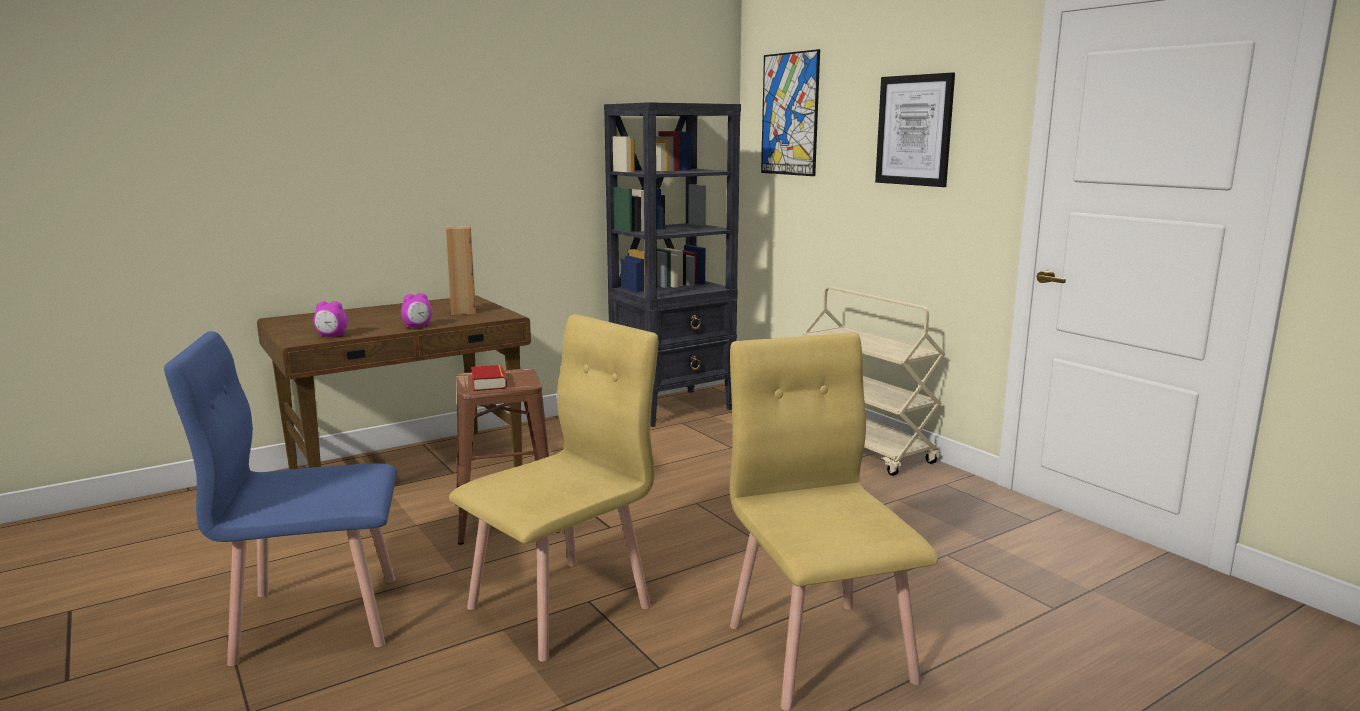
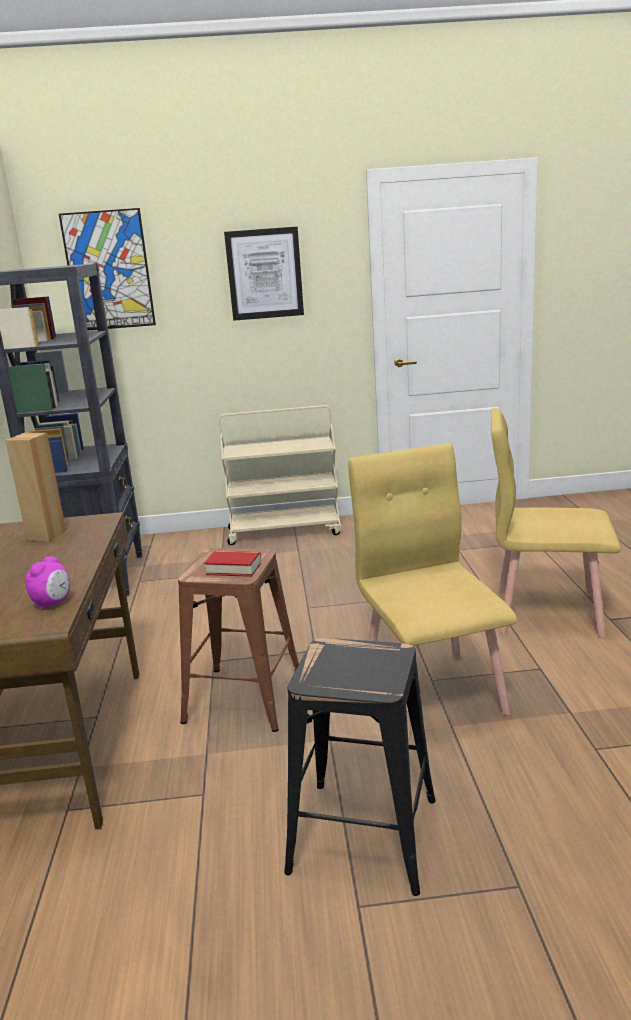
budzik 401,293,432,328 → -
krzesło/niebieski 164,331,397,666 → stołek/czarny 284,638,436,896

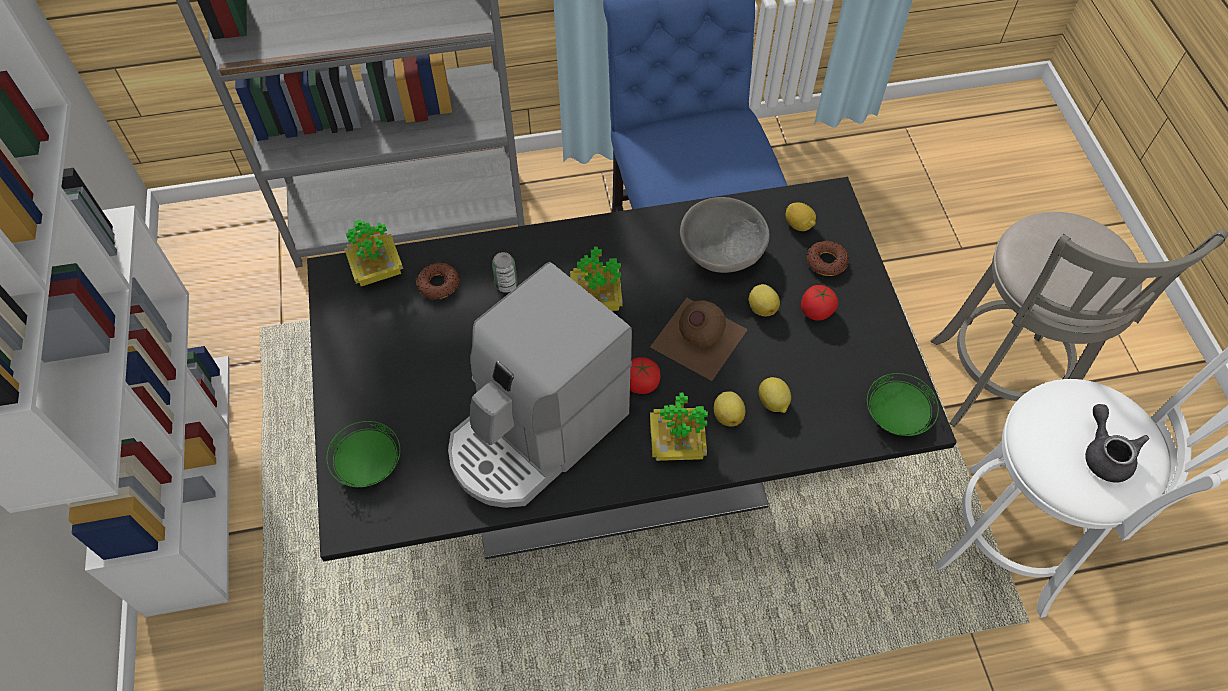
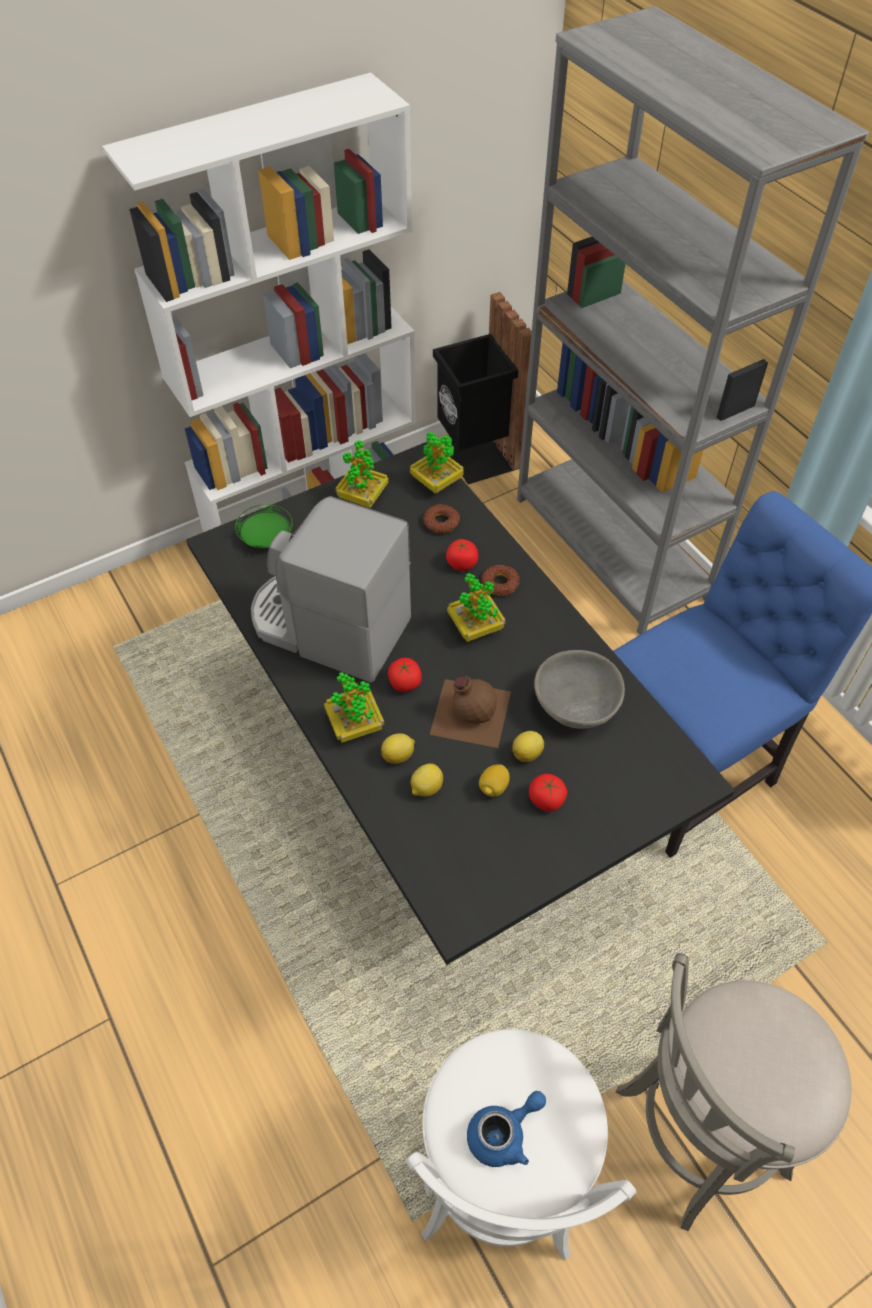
cytryna 786,202,816,231 → cytryna 479,764,510,797, relocated
donut 807,241,849,276 → donut 481,565,520,596, relocated
puszka 492,252,518,293 → pomidor 446,539,478,571
talerz/zielony 867,373,939,437 → -
imbryk/szary 1085,404,1149,483 → imbryk/niebieski 467,1091,546,1167
- → kosz na śmieci/czarny 433,292,532,484
- → roślina doniczkowa 335,440,389,508

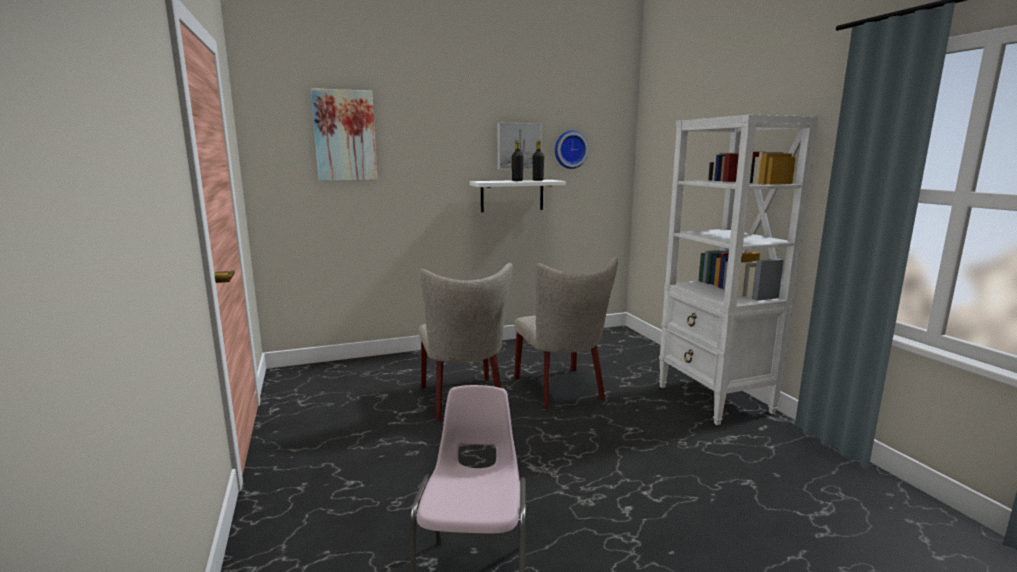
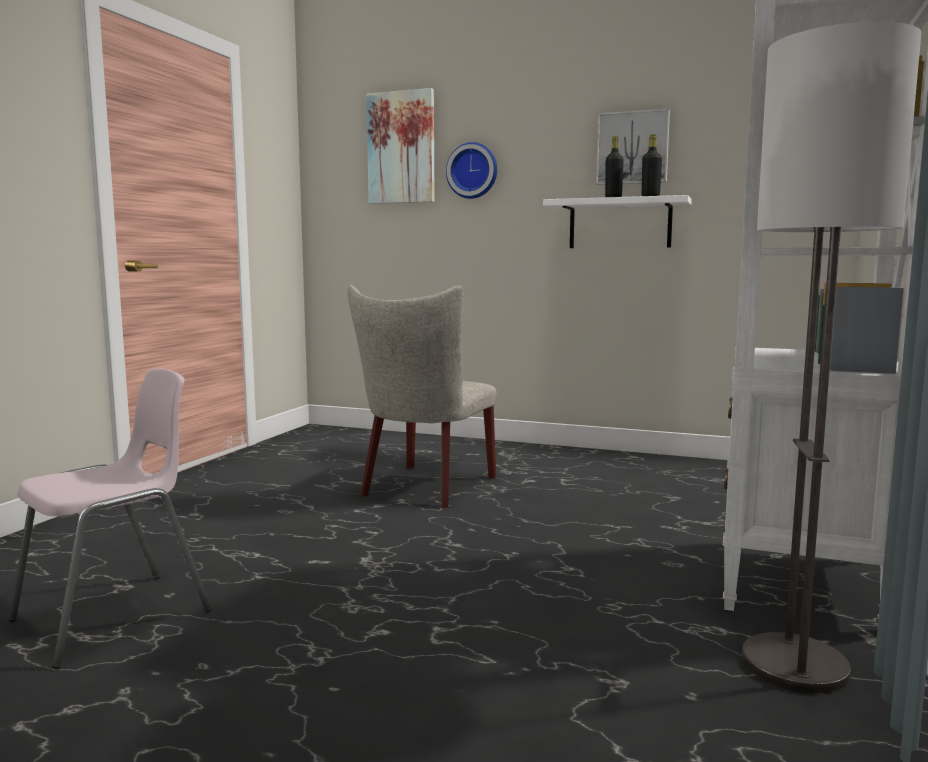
zegar ścienny 555,130,589,169 → zegar ścienny 446,142,497,199, relocated
krzesło/beżowy 514,257,618,409 → -
- → lampa stojąca 742,21,921,693

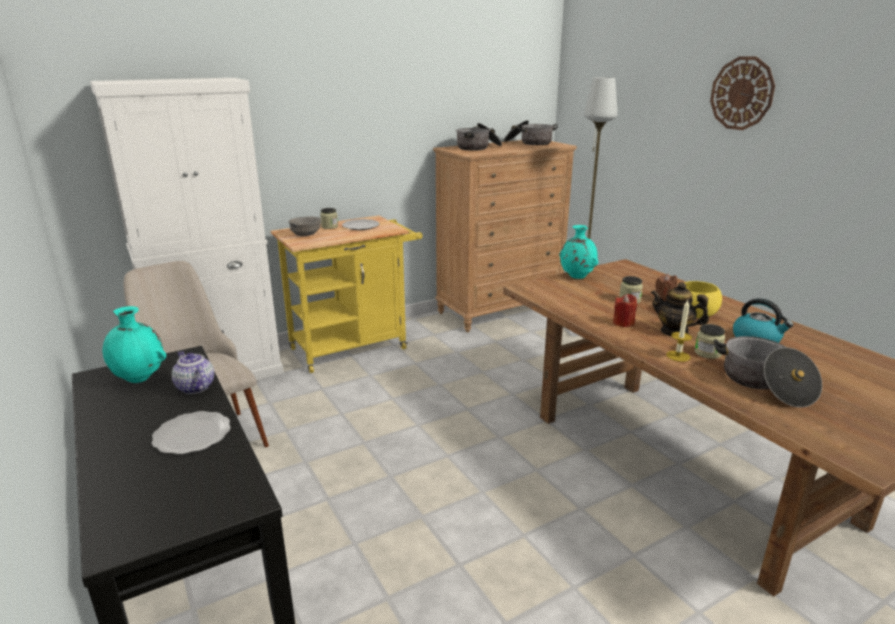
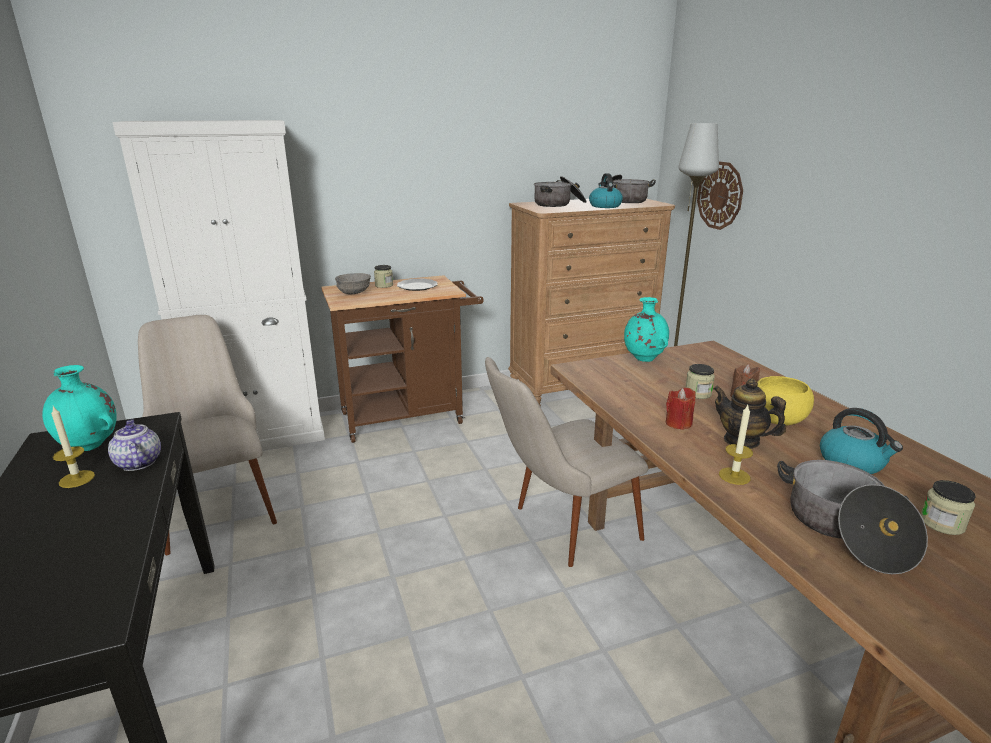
zegar ścienny 710,56,775,130 → zegar ścienny 697,162,743,230, relocated
wózek/żółty 271,215,422,373 → wózek/brązowy 321,275,484,443
słoik 695,324,725,359 → słoik 921,480,976,535, relocated
talerz 152,411,231,455 → -
- → czajnik 589,173,623,208
- → krzesło/beżowy 485,357,648,567
- → świeca 51,406,95,488

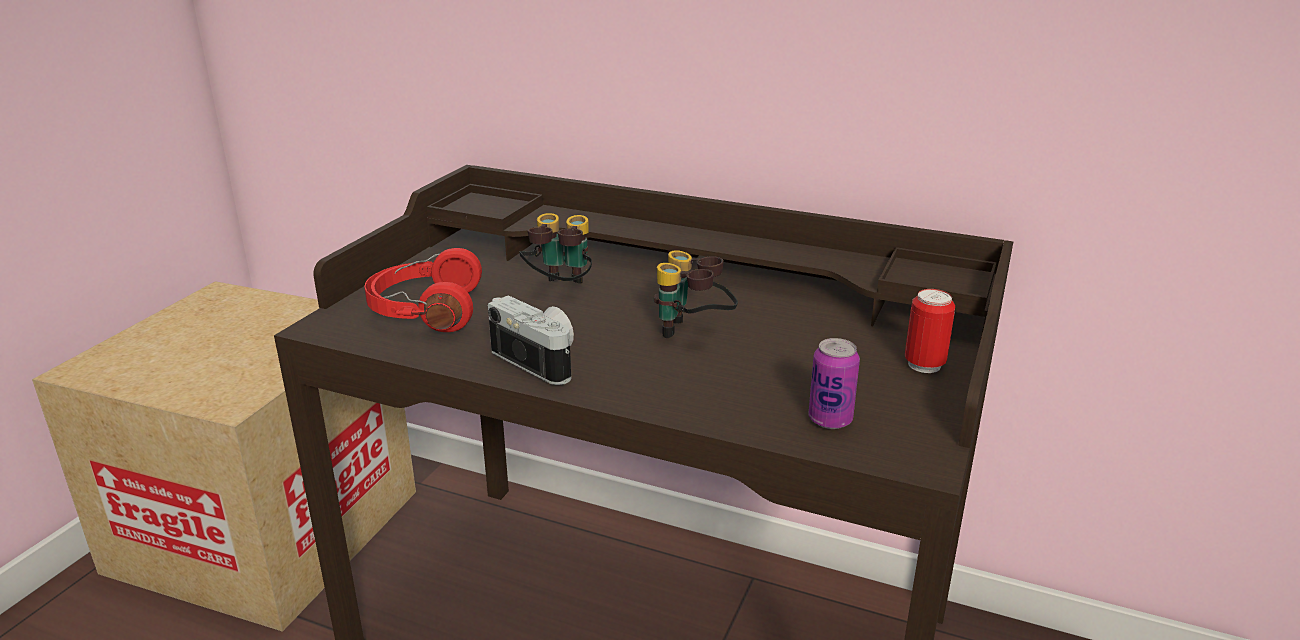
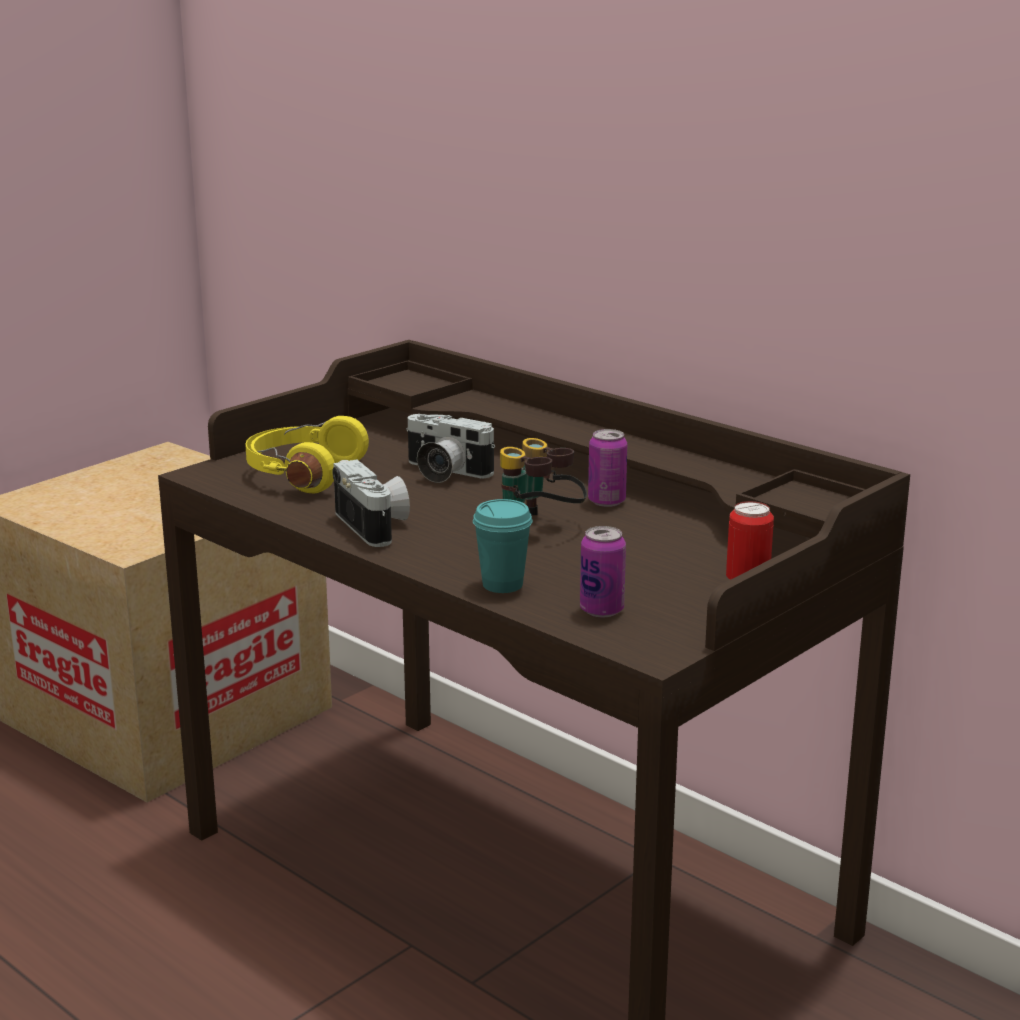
lornetka 519,213,592,284 → aparat fotograficzny 406,414,495,483
słuchawki/czerwony 364,248,482,332 → słuchawki/żółty 245,416,369,493
- → puszka 588,429,627,507
- → filiżanka/turkusowy 473,499,532,593

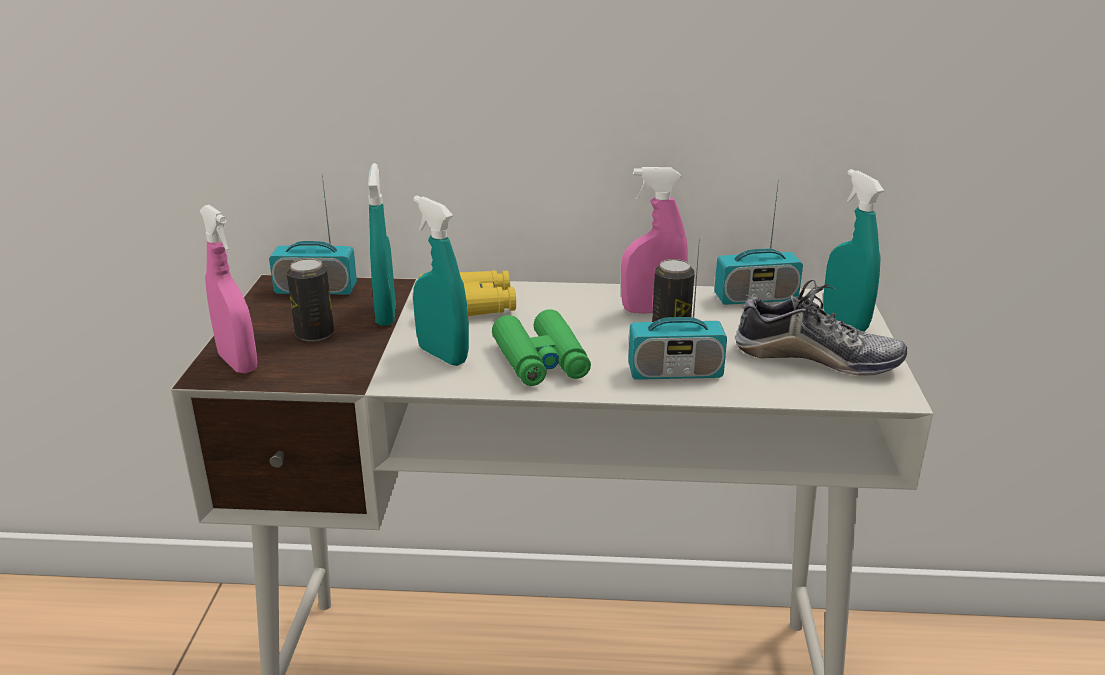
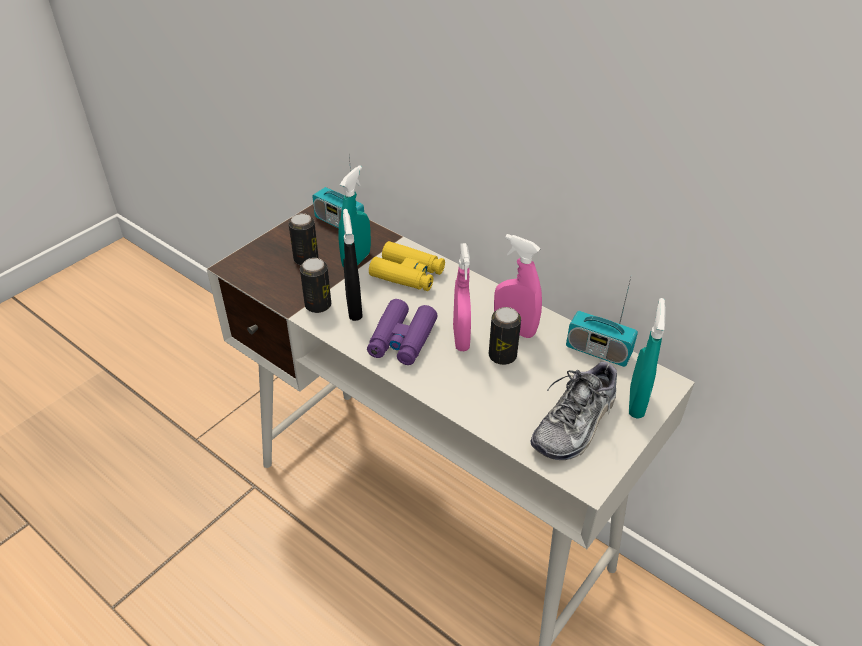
spryskiwacz/turkusowy 413,196,469,366 → spryskiwacz/czarny 343,209,363,321
spryskiwacz/różowy 200,205,257,374 → spryskiwacz/różowy 453,243,471,351, relocated
radio 628,238,727,380 → -
but 735,280,907,376 → but 531,361,617,460, 75 degrees clockwise
lornetka/zielony 492,309,591,386 → lornetka/fioletowy 367,299,438,365
- → puszka 300,258,331,313

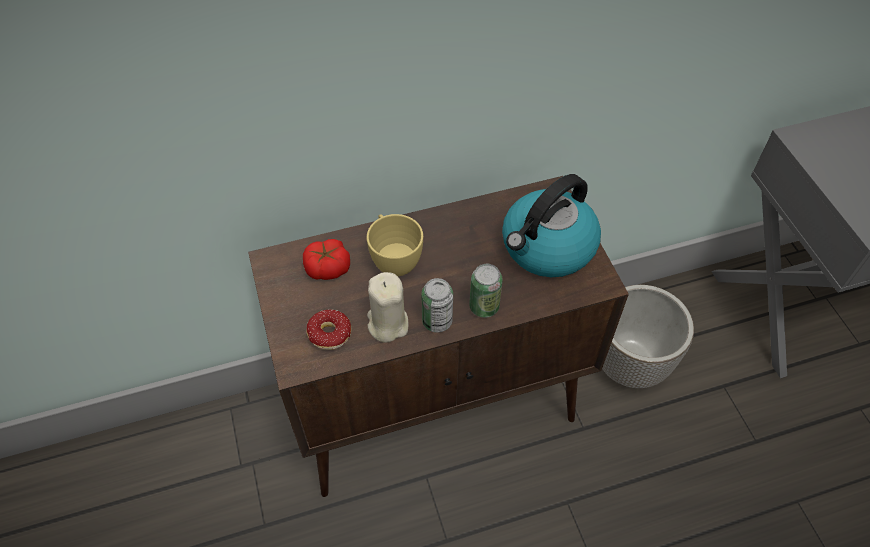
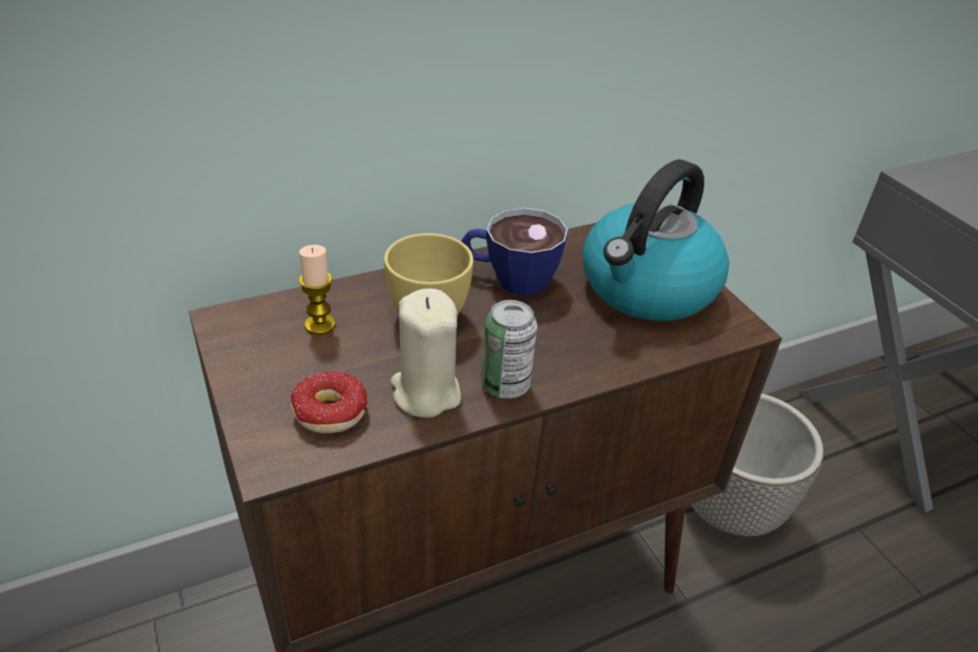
pomidor 303,239,350,280 → świeca 299,245,336,335
puszka 469,264,503,318 → -
- → filiżanka 461,208,568,296

